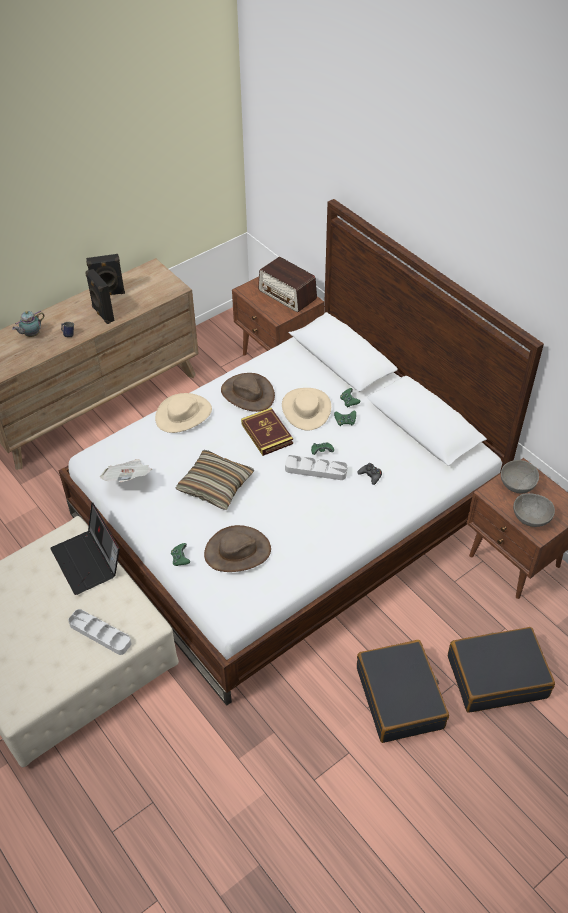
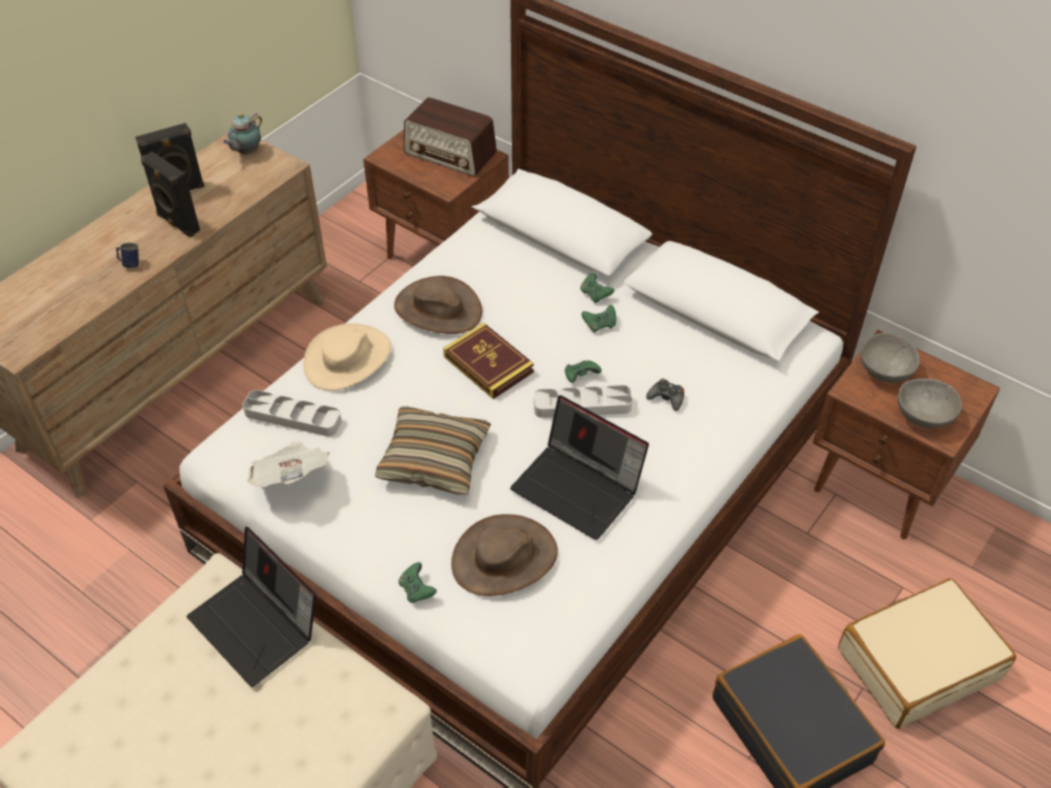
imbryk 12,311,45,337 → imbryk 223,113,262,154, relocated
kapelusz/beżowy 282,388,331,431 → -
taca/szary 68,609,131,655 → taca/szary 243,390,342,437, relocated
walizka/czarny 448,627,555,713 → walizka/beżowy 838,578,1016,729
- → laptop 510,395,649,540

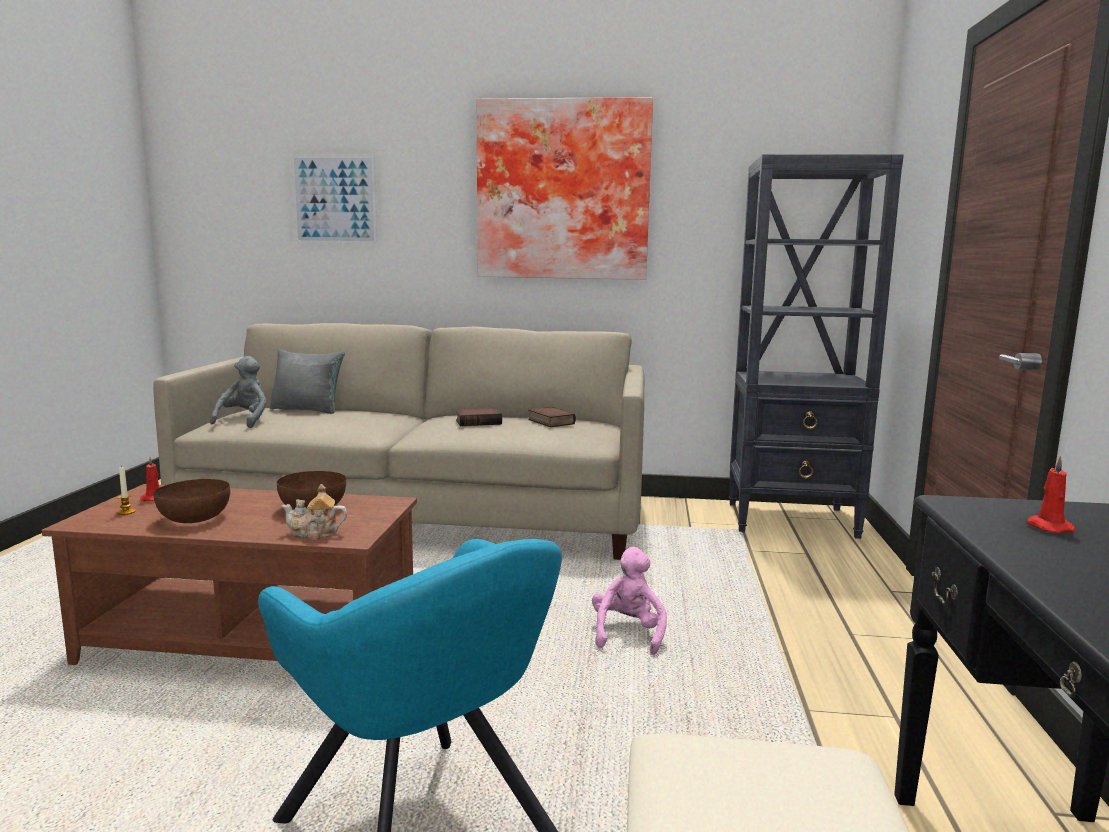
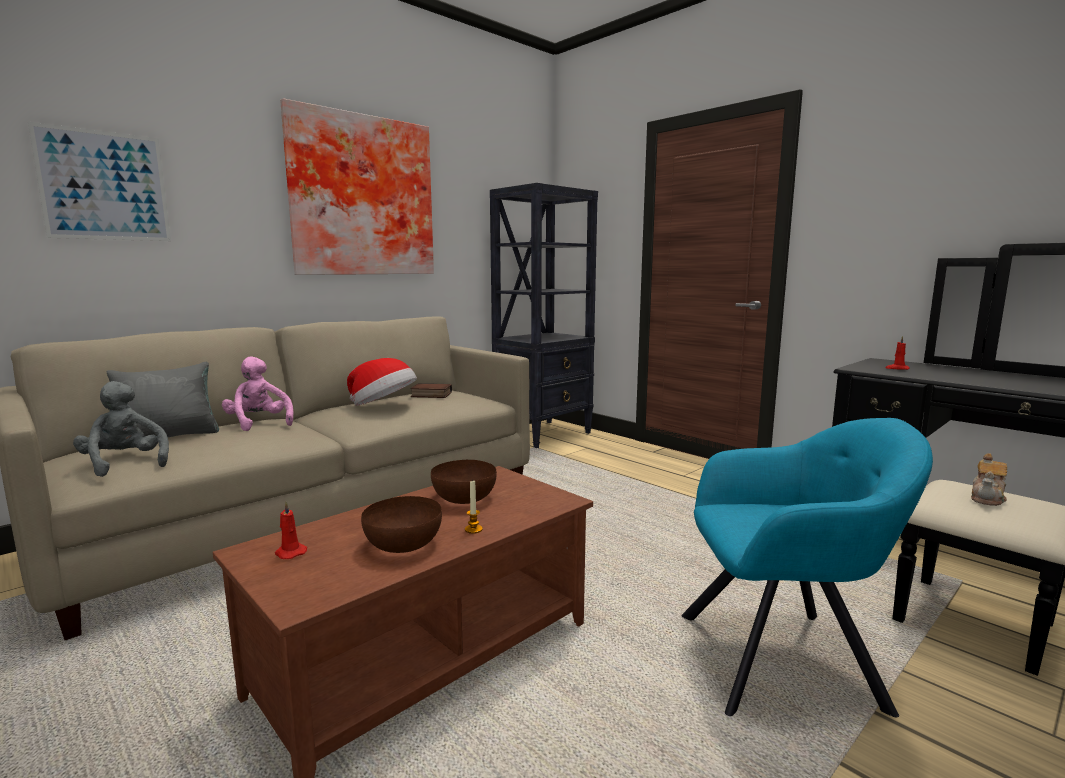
książka 456,408,502,426 → kapelusz 347,358,417,406
świeca 117,466,135,515 → świeca 465,479,483,534, relocated
imbryk 282,484,347,540 → imbryk 971,453,1007,506, relocated
pluszak/różowy 592,547,667,655 → pluszak/różowy 222,356,294,431, relocated

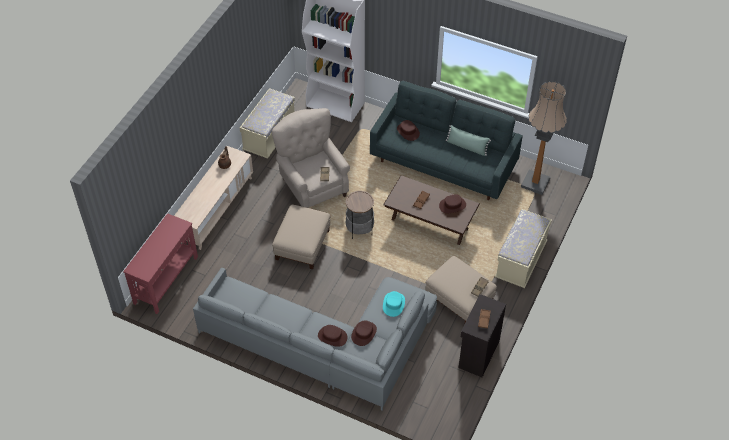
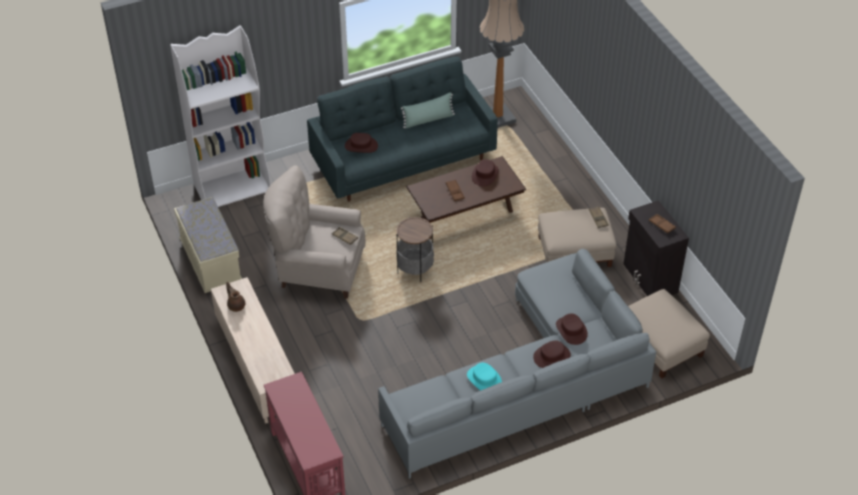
pufa/beżowy 272,205,330,269 → pufa/beżowy 628,289,710,378, relocated
ławka/beżowy 495,209,552,288 → -
kapelusz/turkusowy 383,291,405,317 → kapelusz/turkusowy 467,363,502,391, relocated

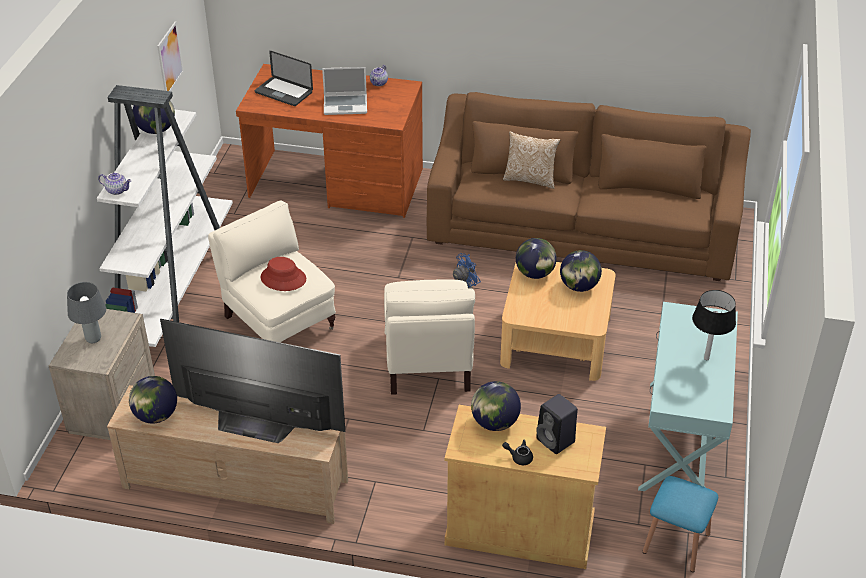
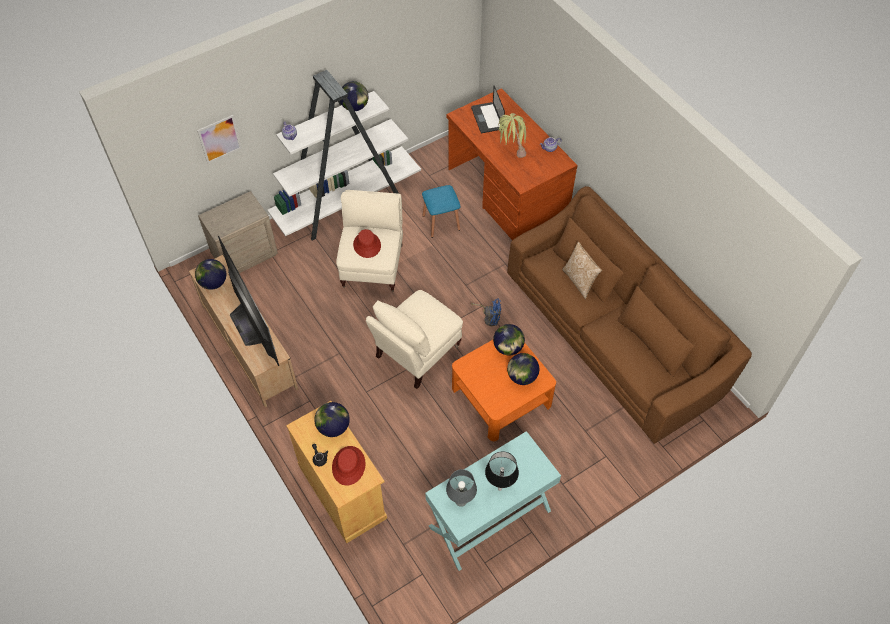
obraz 157,21,184,91 → obraz 197,115,242,163, relocated
laptop 322,67,367,115 → roślina doniczkowa 498,113,526,158
ława/beżowy 500,262,615,381 → ława/pomarańczowy 452,340,556,441
lampa stołowa/szary 67,282,106,343 → lampa stołowa/szary 446,469,477,507, relocated
głośnik/czarny 536,394,578,454 → kapelusz/czerwony 332,446,366,486
stołek/niebieski 643,476,718,572 → stołek/niebieski 422,185,461,238, relocated

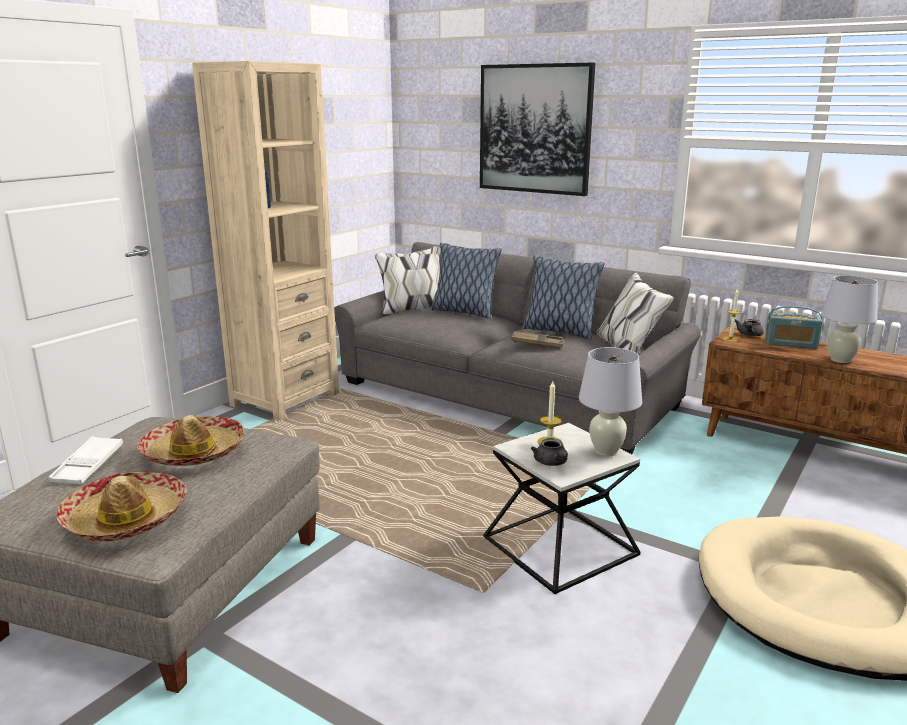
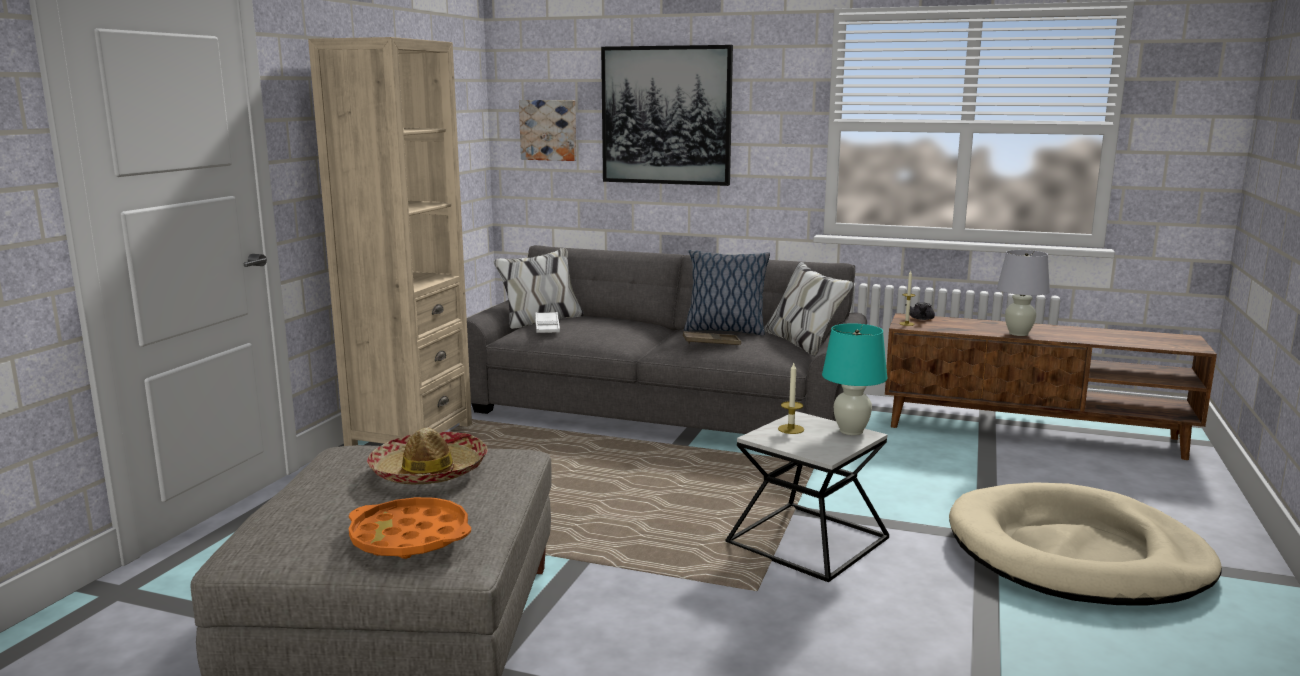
poduszka 431,243,502,319 → -
radio 765,306,822,348 → -
lampa stołowa/biały 579,347,642,456 → lampa stołowa/turkusowy 822,323,887,435
taca/biały 48,436,123,485 → taca/biały 535,312,560,333, relocated
imbryk/szary 531,438,568,466 → -
kapelusz 57,472,187,541 → taca/pomarańczowy 349,497,471,559
- → obraz 519,100,577,161

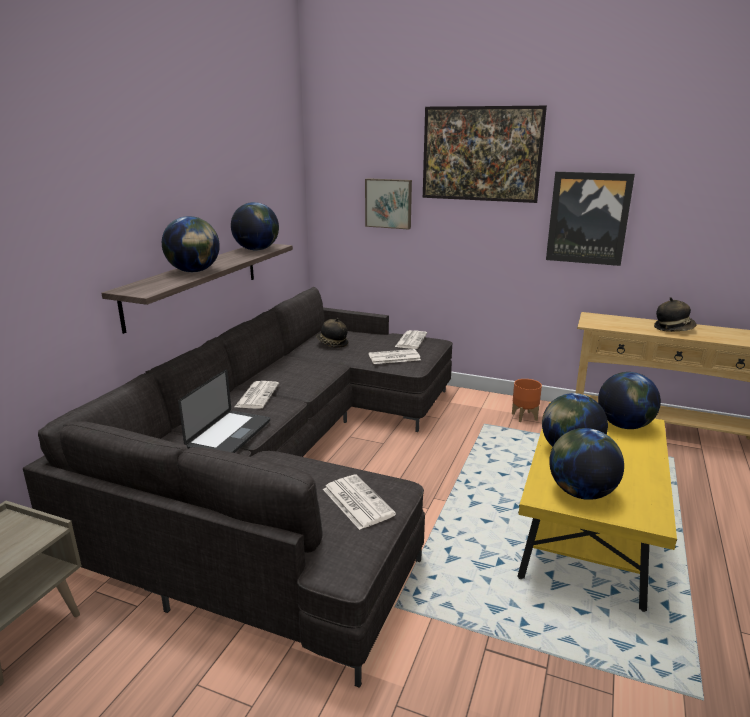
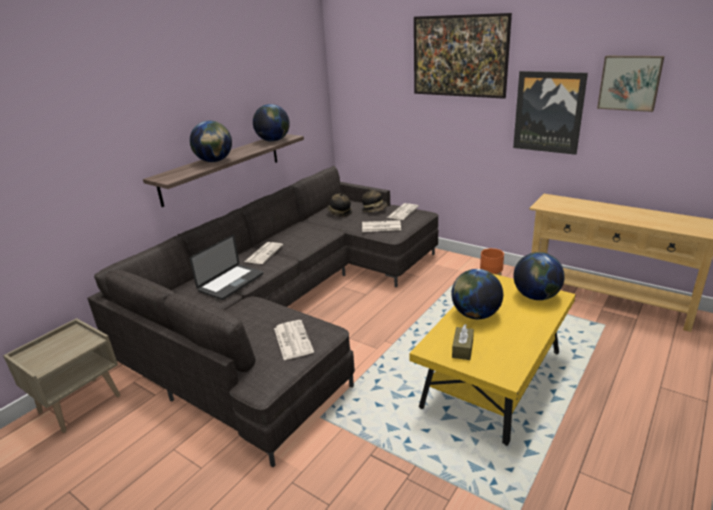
obraz 365,178,412,230 → obraz 597,56,664,112, relocated
kapelusz 654,297,697,332 → kapelusz 362,188,387,212, relocated
globus 549,428,624,500 → pudełko chusteczek/brązowy 452,324,474,360

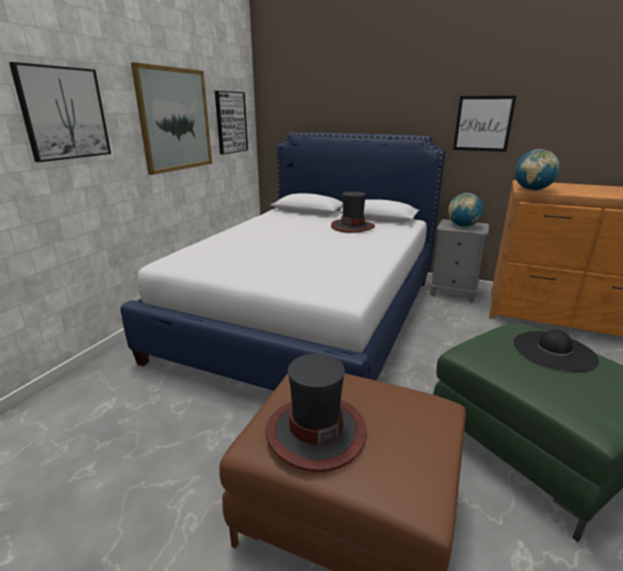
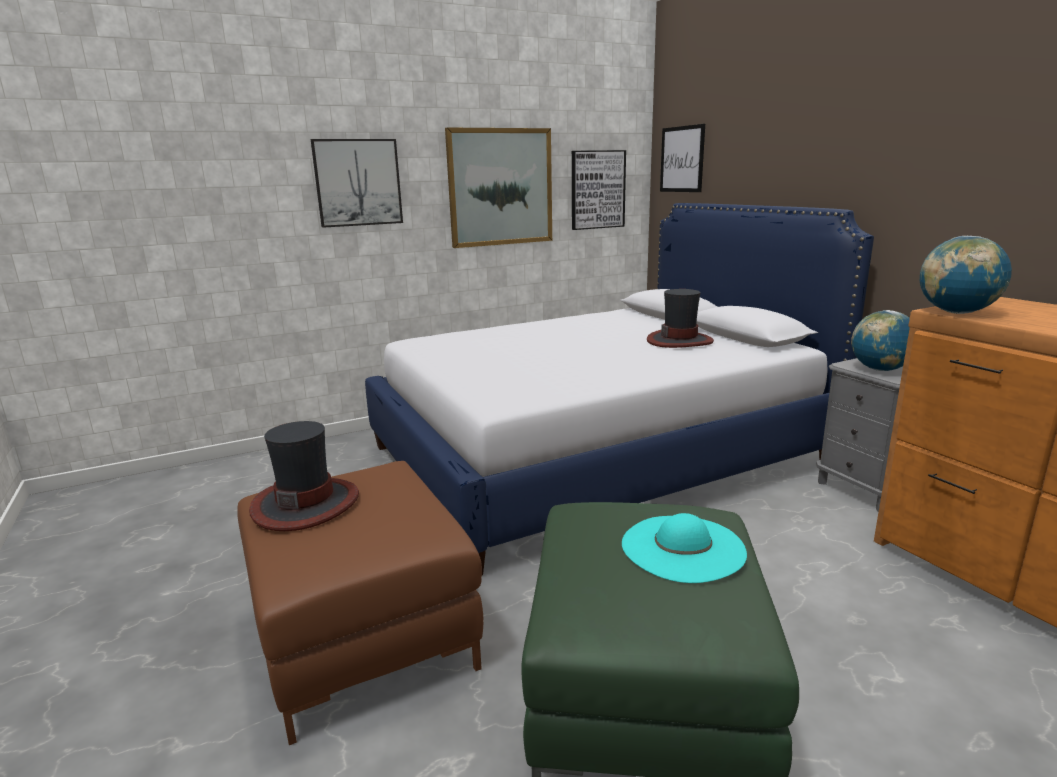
obraz 453,96,516,152 → obraz 660,124,705,192, relocated
kapelusz/czarny 513,330,599,372 → kapelusz/turkusowy 622,513,747,583

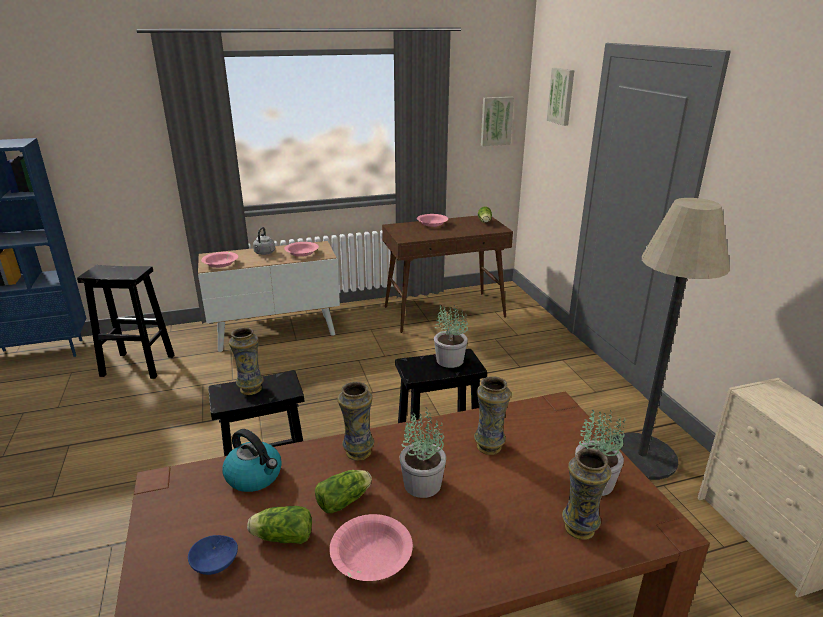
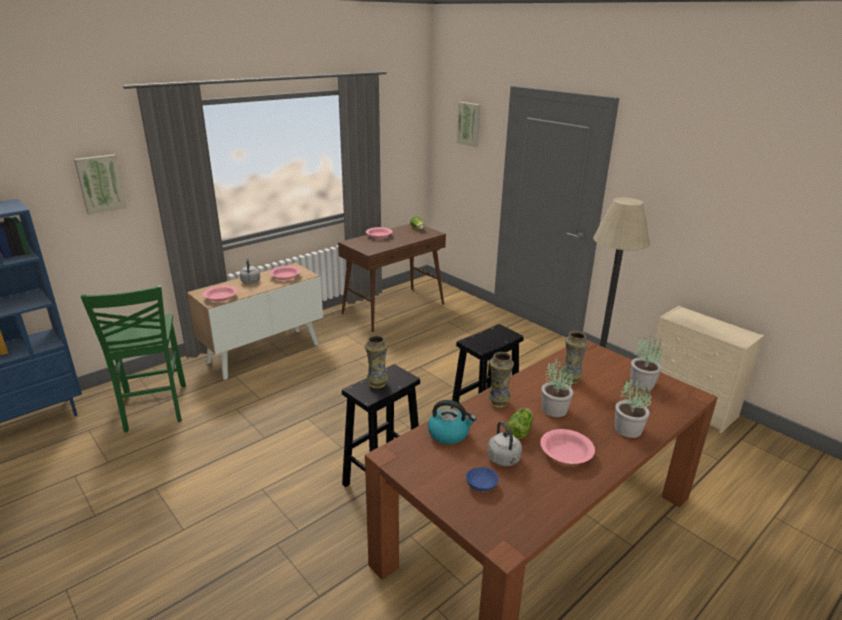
obraz 481,97,514,146 → obraz 74,154,127,215, relocated
stołek/czarny 77,265,174,379 → krzesło/zielony 81,285,186,432
roślina doniczkowa 434,305,468,368 → roślina doniczkowa 615,377,652,438, relocated
wazon 562,448,611,540 → -
sałata 247,506,312,544 → czajnik/szary 487,422,522,466

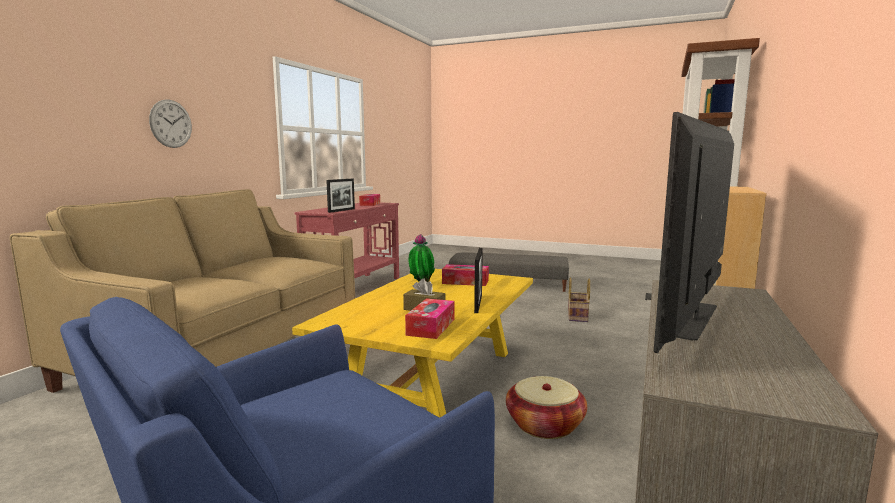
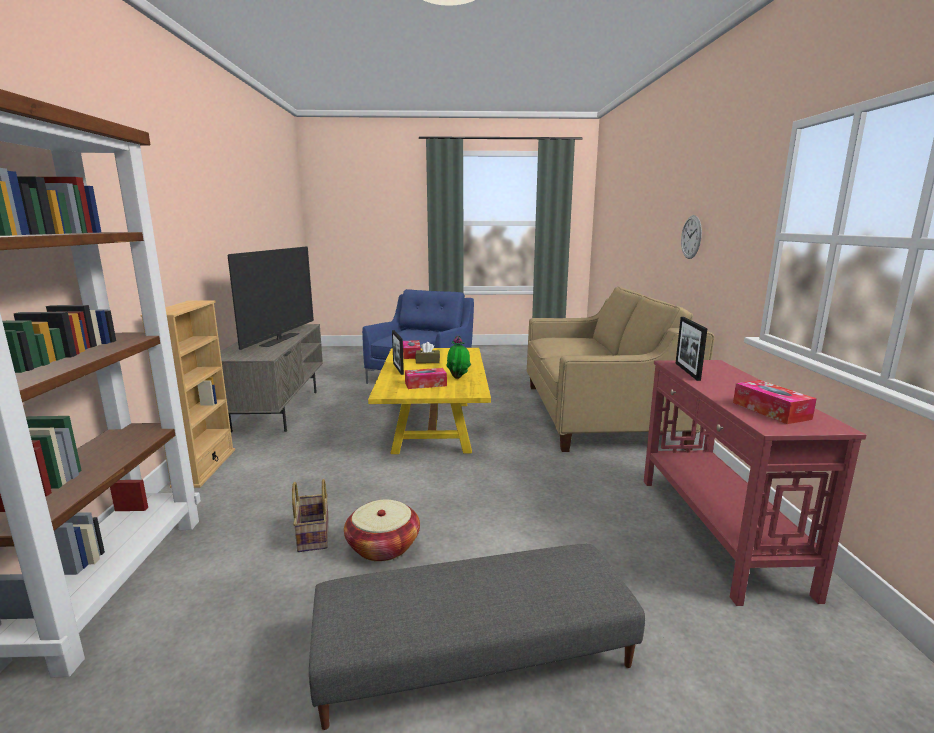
koszyk 506,376,587,439 → koszyk 344,500,420,562, relocated

